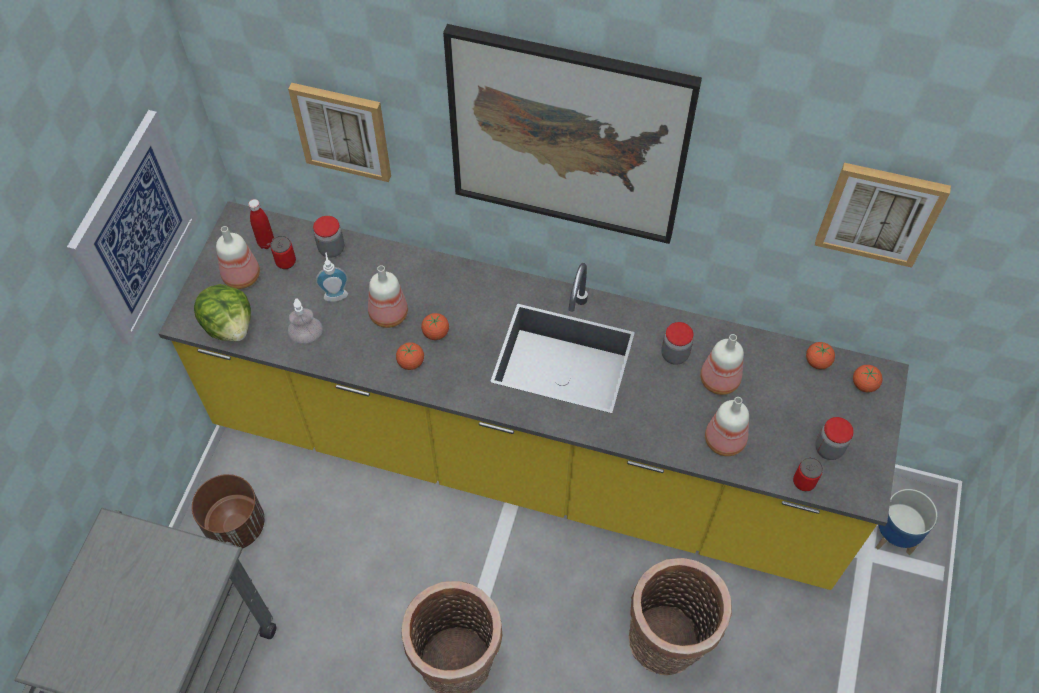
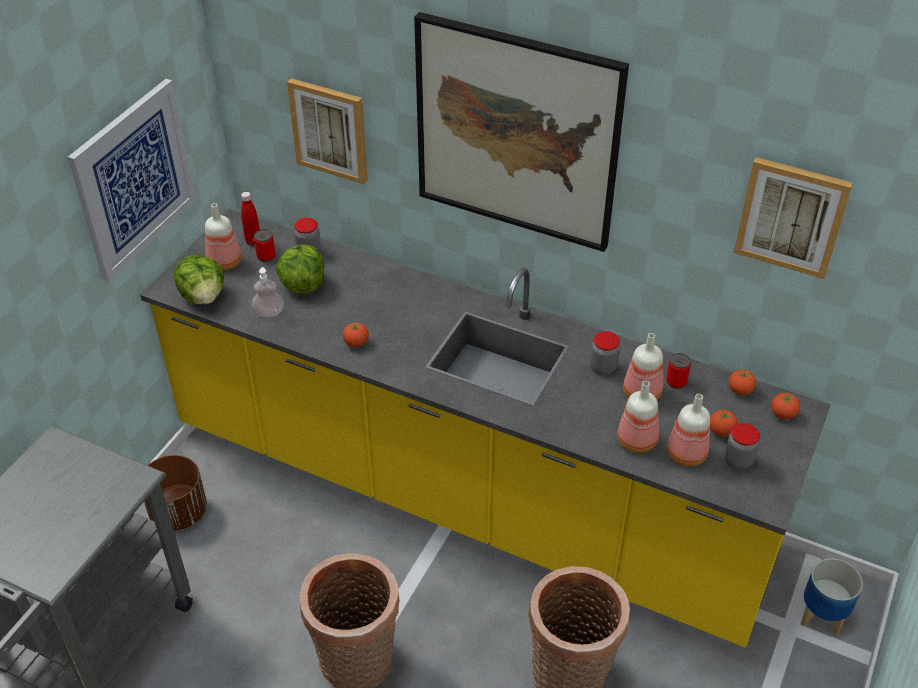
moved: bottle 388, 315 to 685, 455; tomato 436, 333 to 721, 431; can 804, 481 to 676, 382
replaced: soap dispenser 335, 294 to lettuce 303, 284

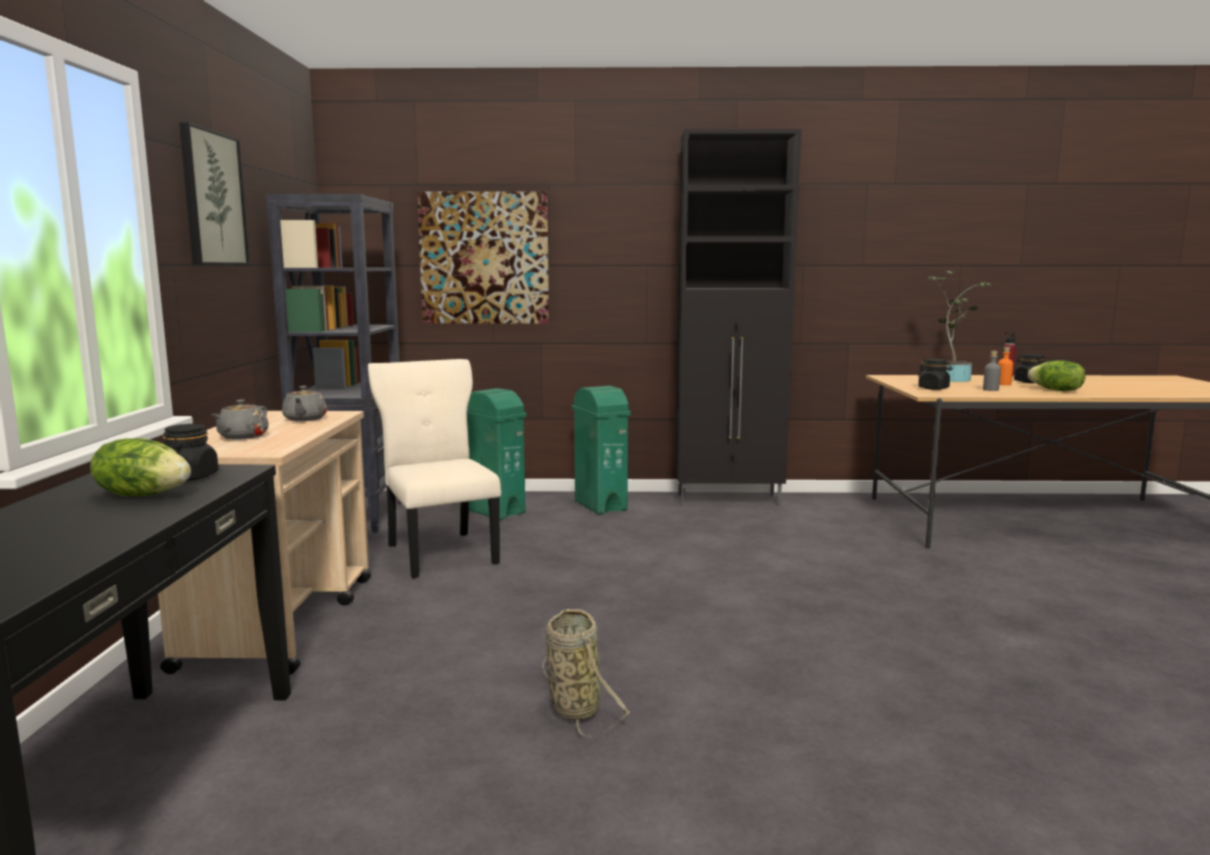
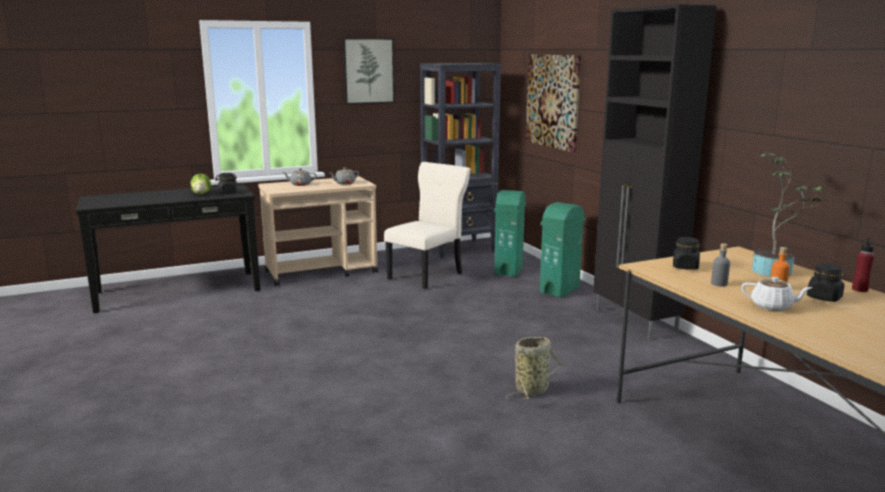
moved: basket 573, 706 to 533, 389
replaced: lettuce 1056, 390 to white teapot 772, 306

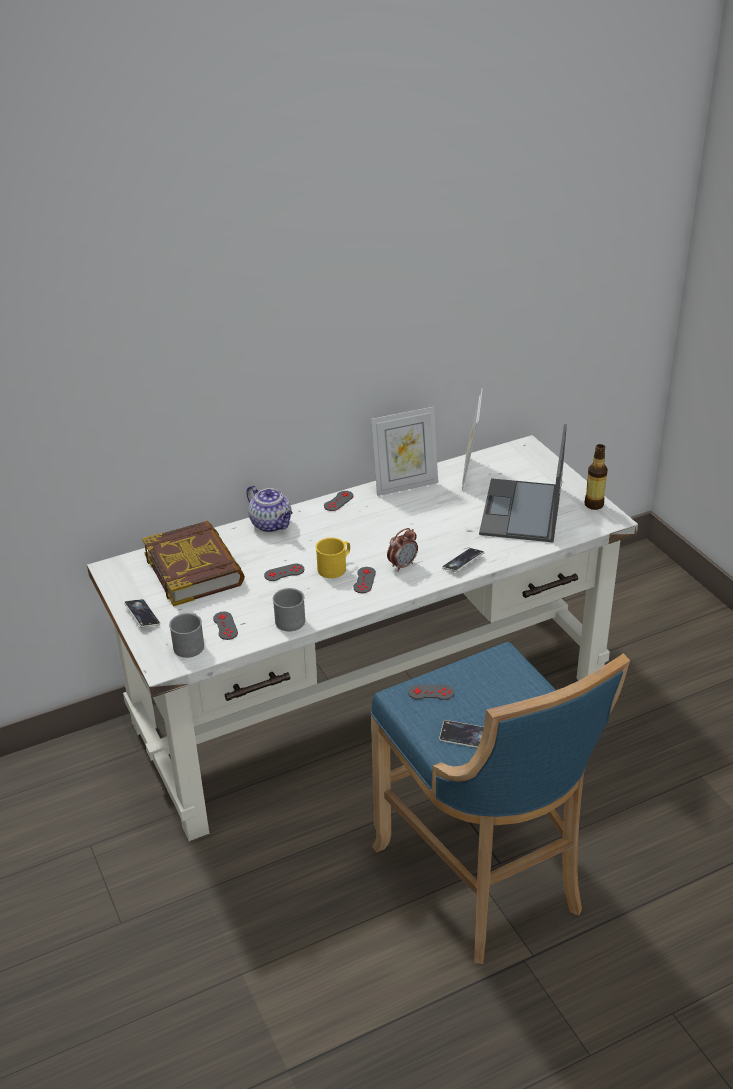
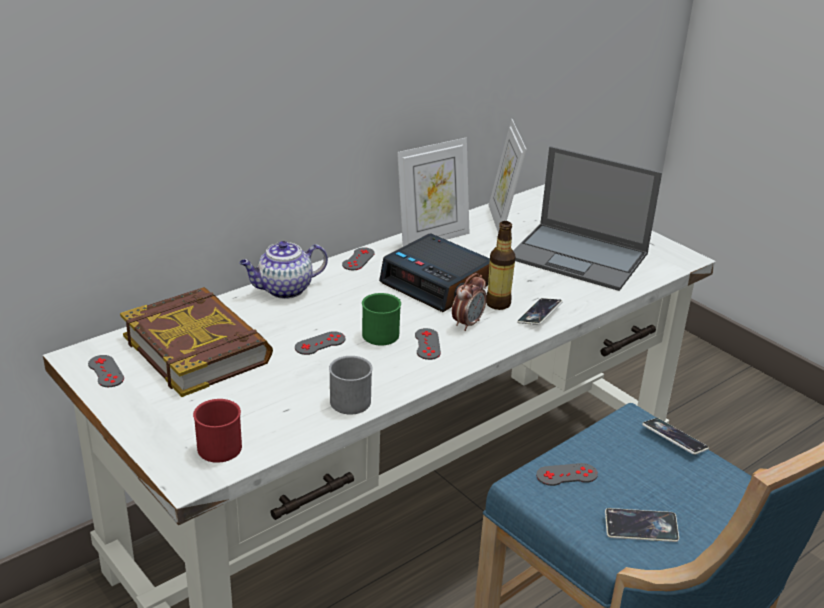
added: alarm clock 439, 283
moved: bottle 594, 504 to 498, 303; phone 142, 615 to 674, 439; grey game controller 225, 626 to 106, 371
recoloured: yellow mug 335, 567 to green mug 384, 332; grey mug 190, 644 to red mug 220, 443
turned: laptop 521, 511 = 580, 257 60 degrees counterclockwise; teapot 272, 524 = 284, 290 120 degrees clockwise

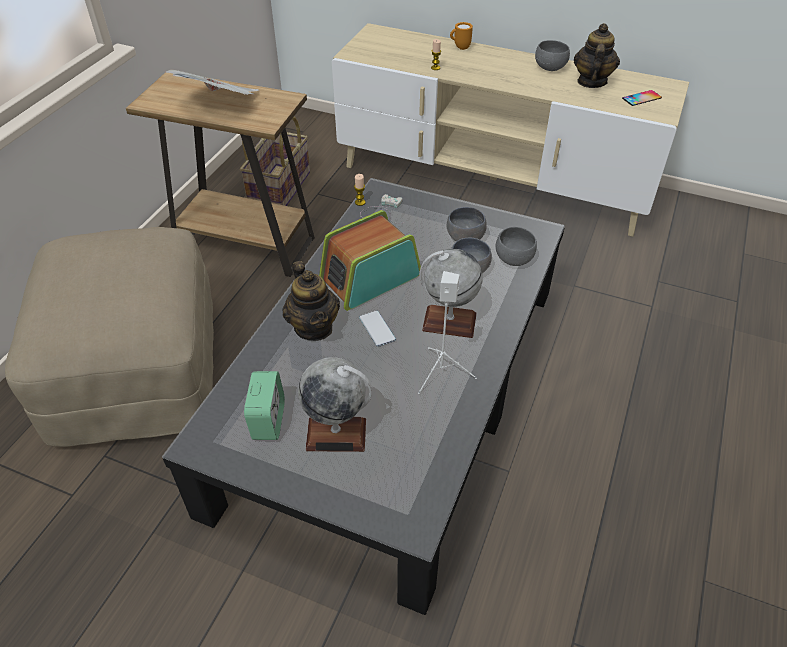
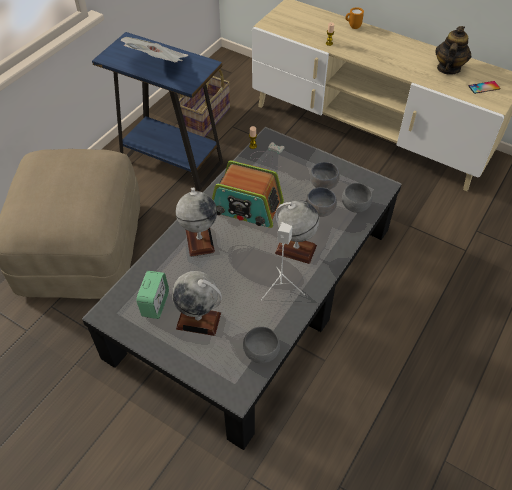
removed: phone 377, 328
moved: grey bowl 551, 68 to 262, 352
replaced: teapot 314, 327 to globe 199, 240
recoloured: brown side table 245, 244 to blue side table 171, 161
turned: radio 369, 278 = 246, 208 135 degrees counterclockwise

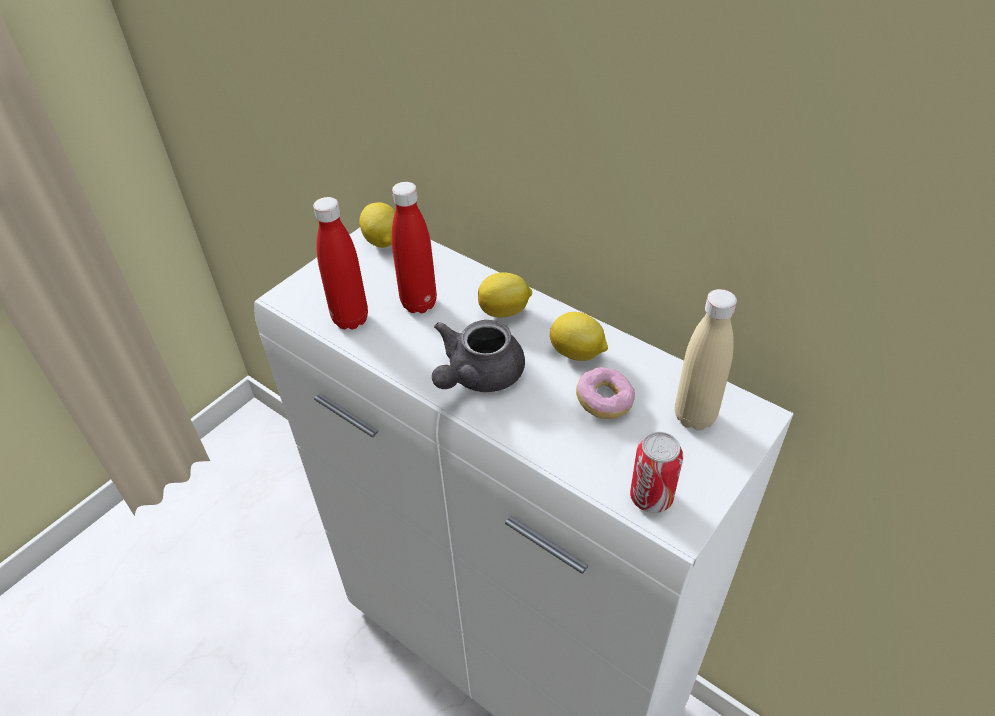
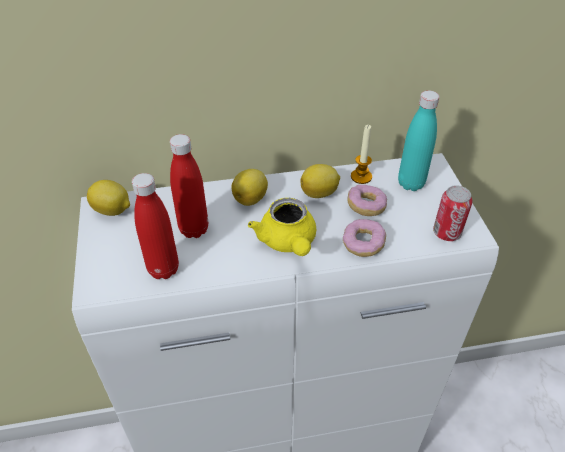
added: candle 361, 177; donut 363, 244
recoloured: beige bottle 694, 416 to turquoise bottle 411, 183; grey teapot 477, 376 to yellow teapot 288, 242

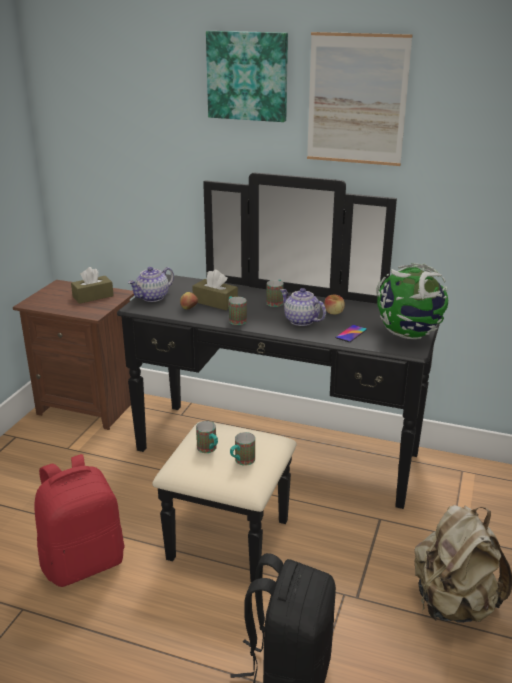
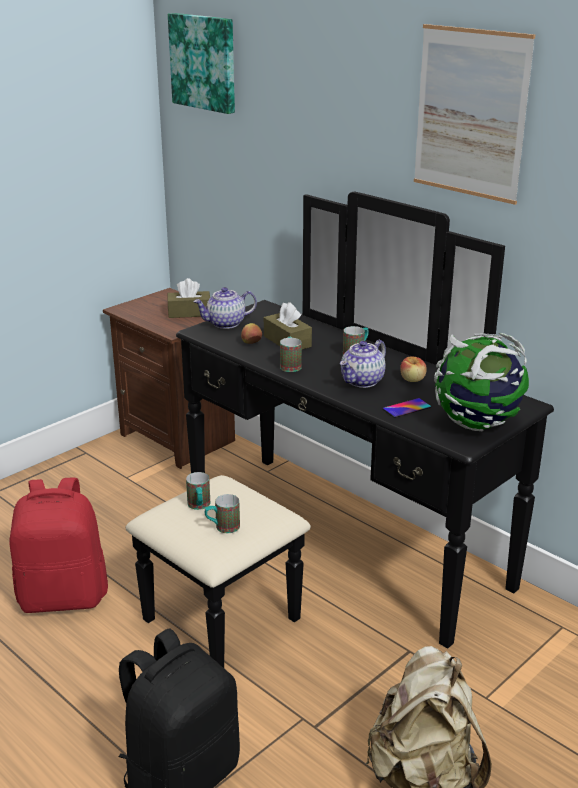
moved: picture 248, 76 to 204, 62
turned: teapot 301, 321 = 362, 381 120 degrees counterclockwise

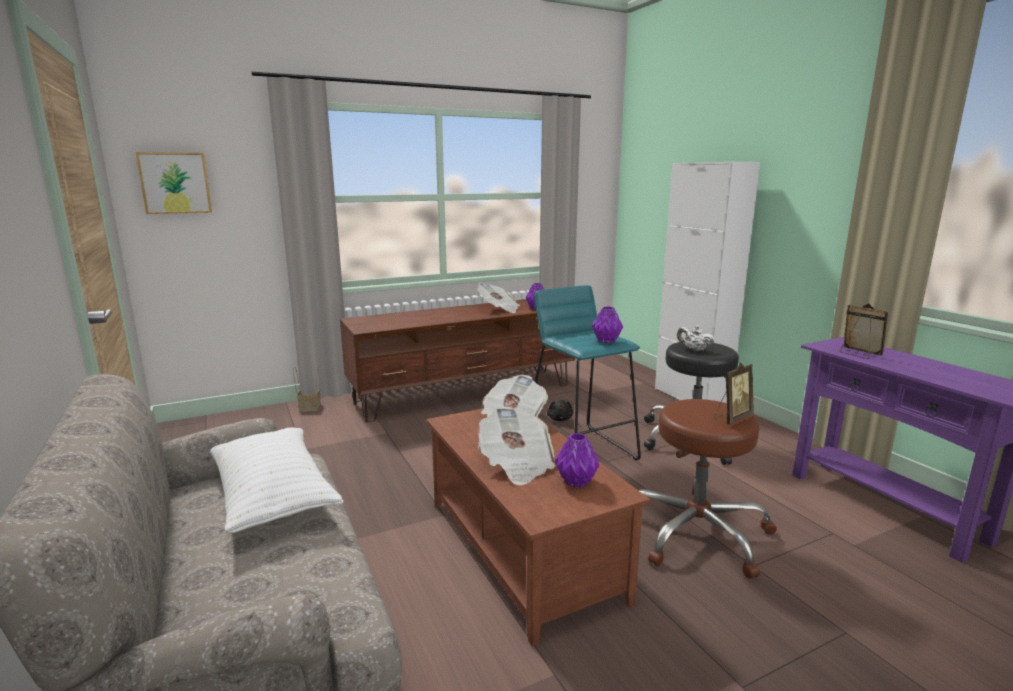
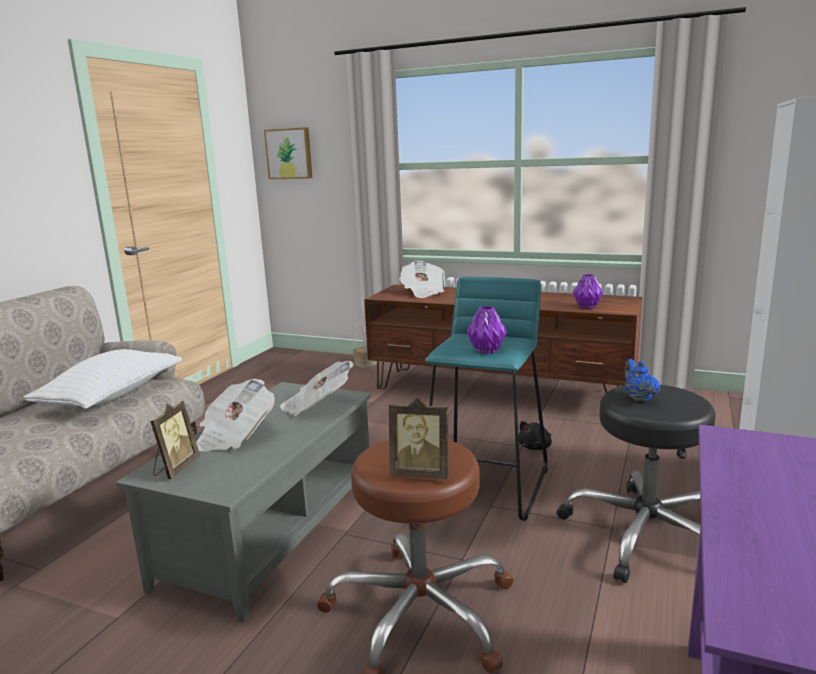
removed: purple vase 575, 482
moved: newspaper 499, 309 to 423, 292; picture frame 858, 354 to 175, 469
recoloured: white teapot 694, 350 to blue teapot 638, 398; brown coffee table 519, 549 to grey coffee table 271, 530

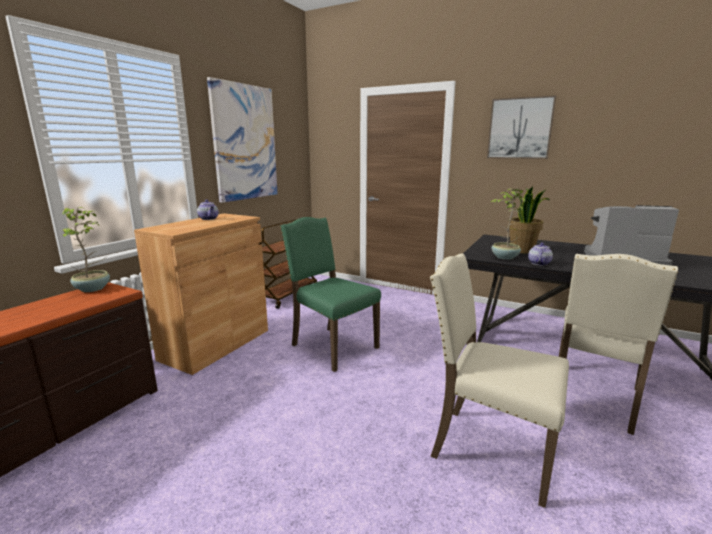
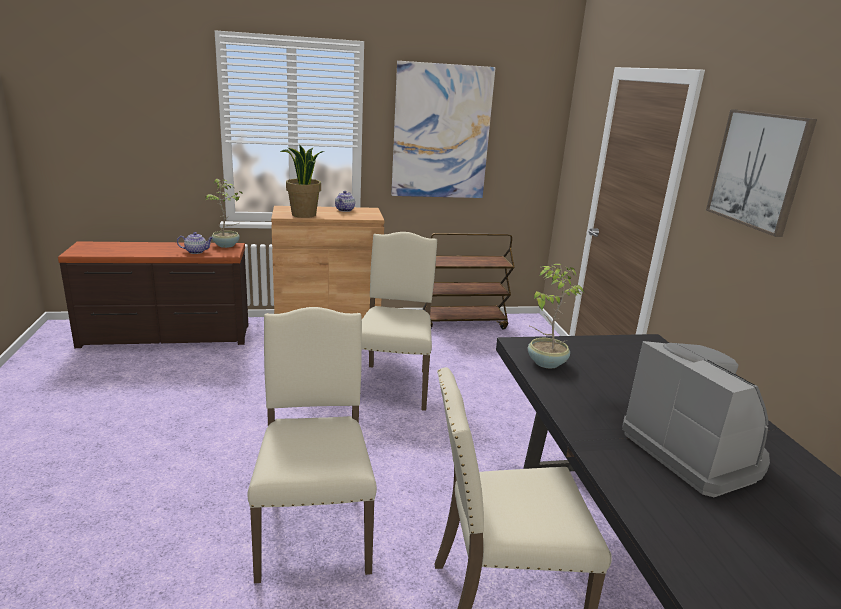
moved: potted plant 522, 250 to 304, 215; teapot 538, 263 to 196, 252
recoloured: green chair 332, 346 to beige chair 393, 384

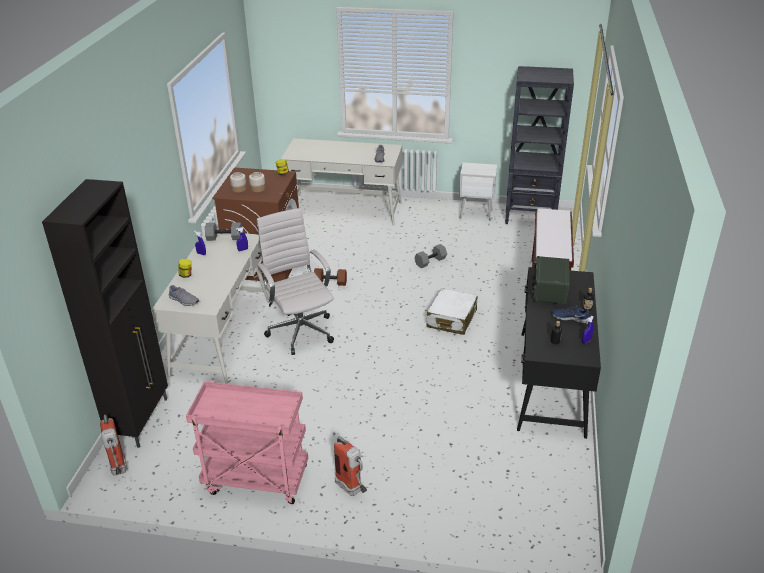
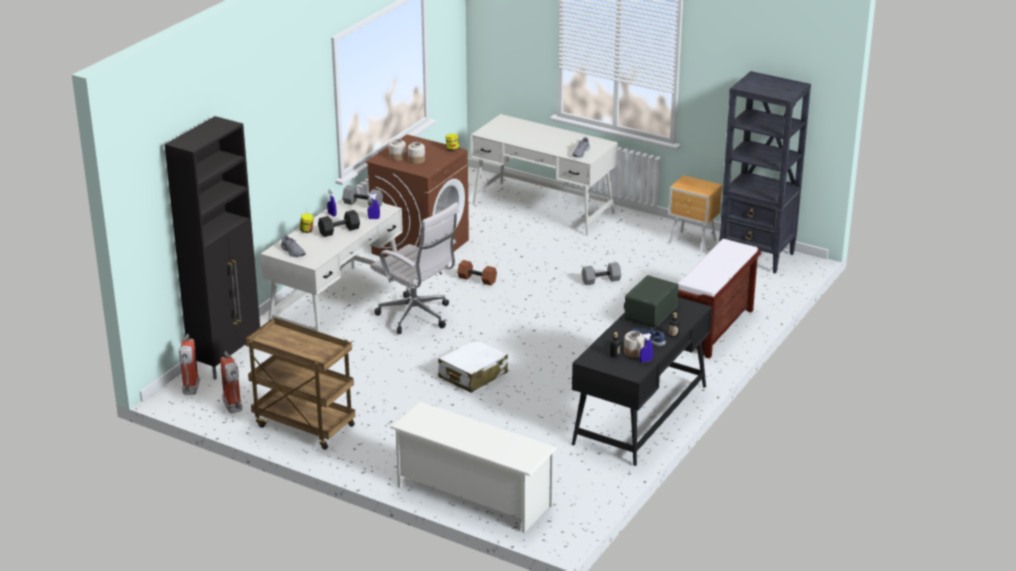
added: black dumbbell 339, 231; jar 633, 352; white shoe rack 473, 496
moved: white suitcase 451, 319 to 472, 375; fire extinguisher 352, 490 to 234, 409
recoloured: white nightstand 476, 215 to brown nightstand 693, 242; pink cart 255, 480 to brown cart 303, 426
turned: white office chair 300, 330 = 417, 317 135 degrees clockwise

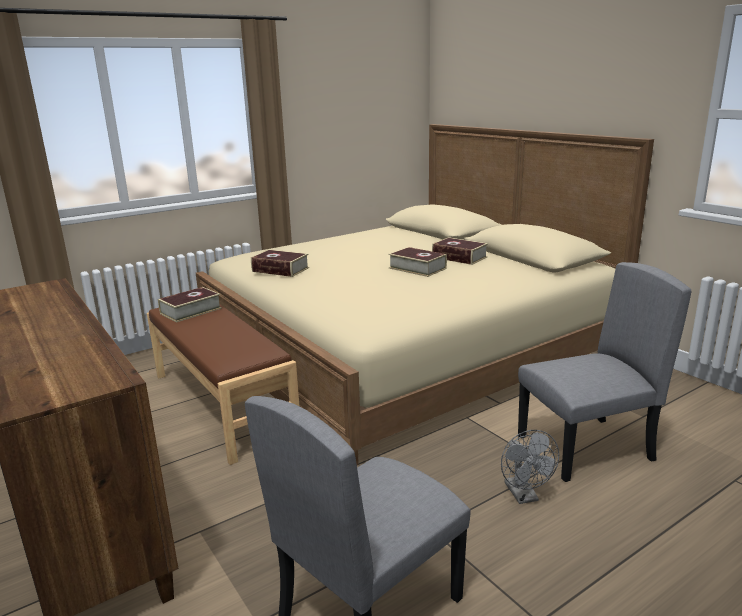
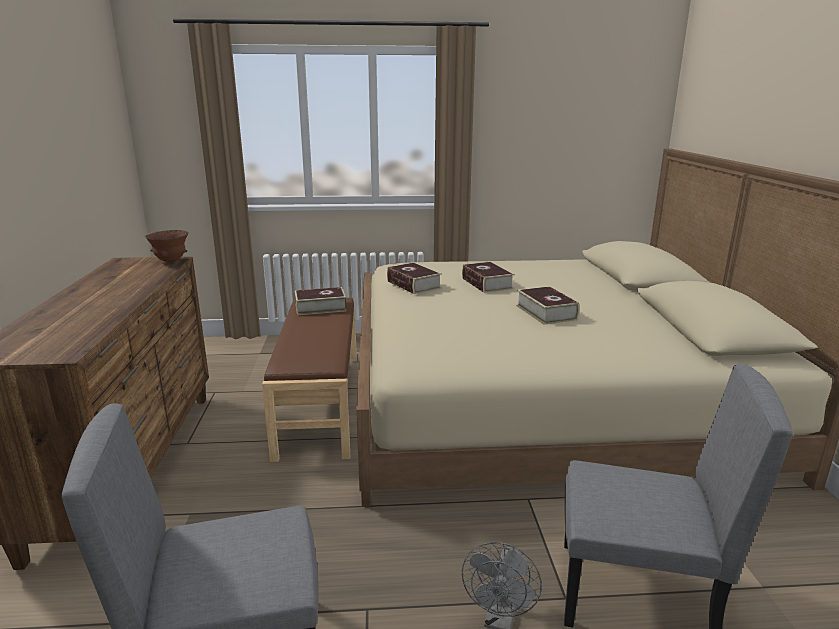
added: brown bowl 170, 261
moved: book 459, 257 to 487, 283

